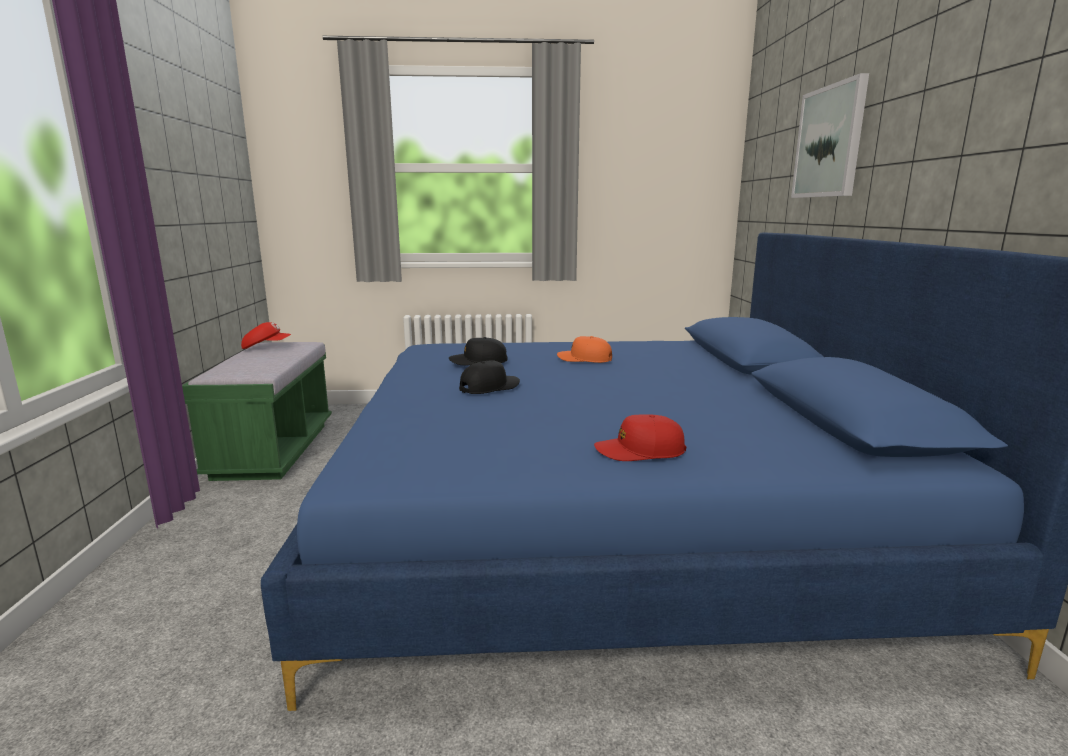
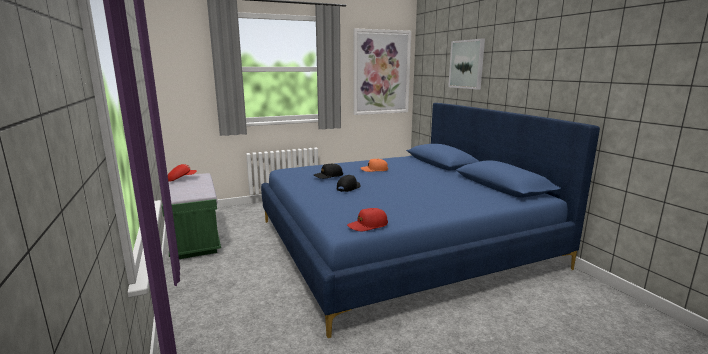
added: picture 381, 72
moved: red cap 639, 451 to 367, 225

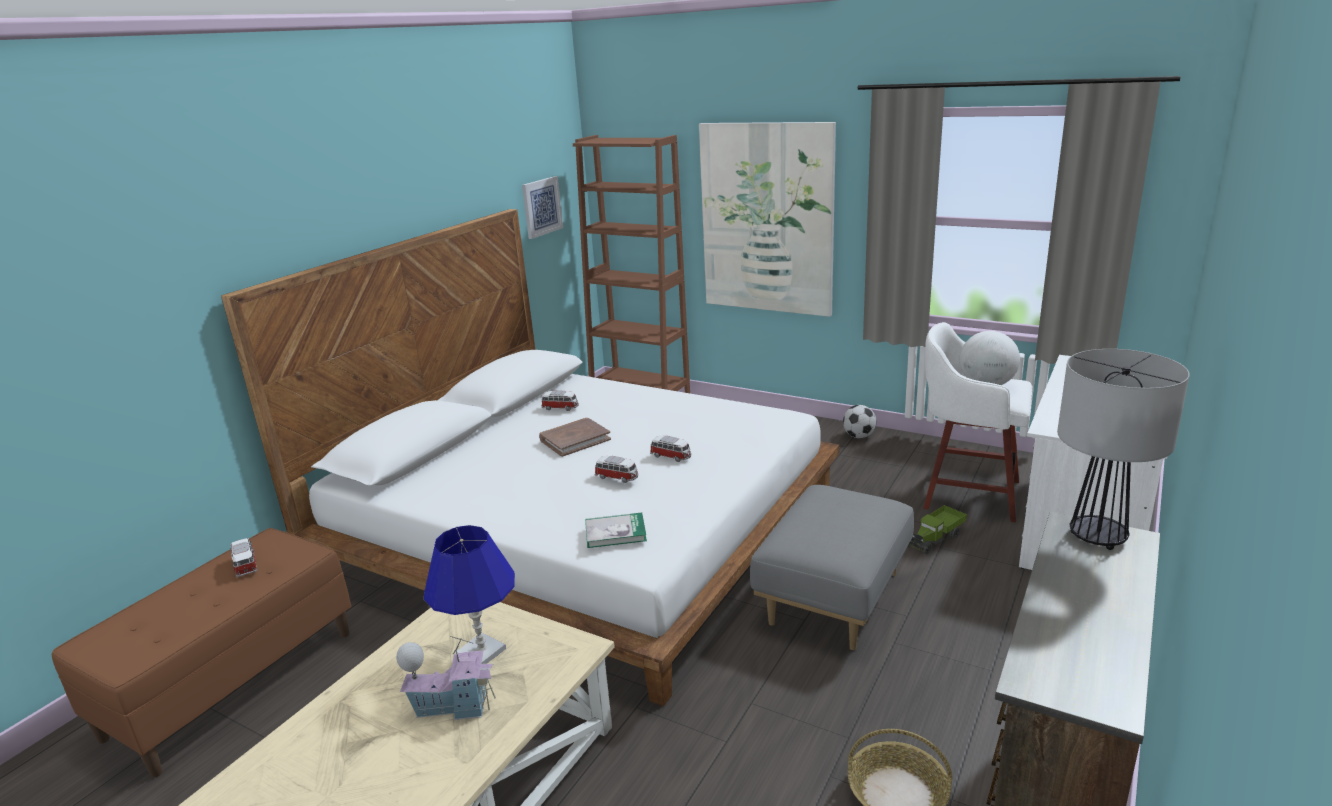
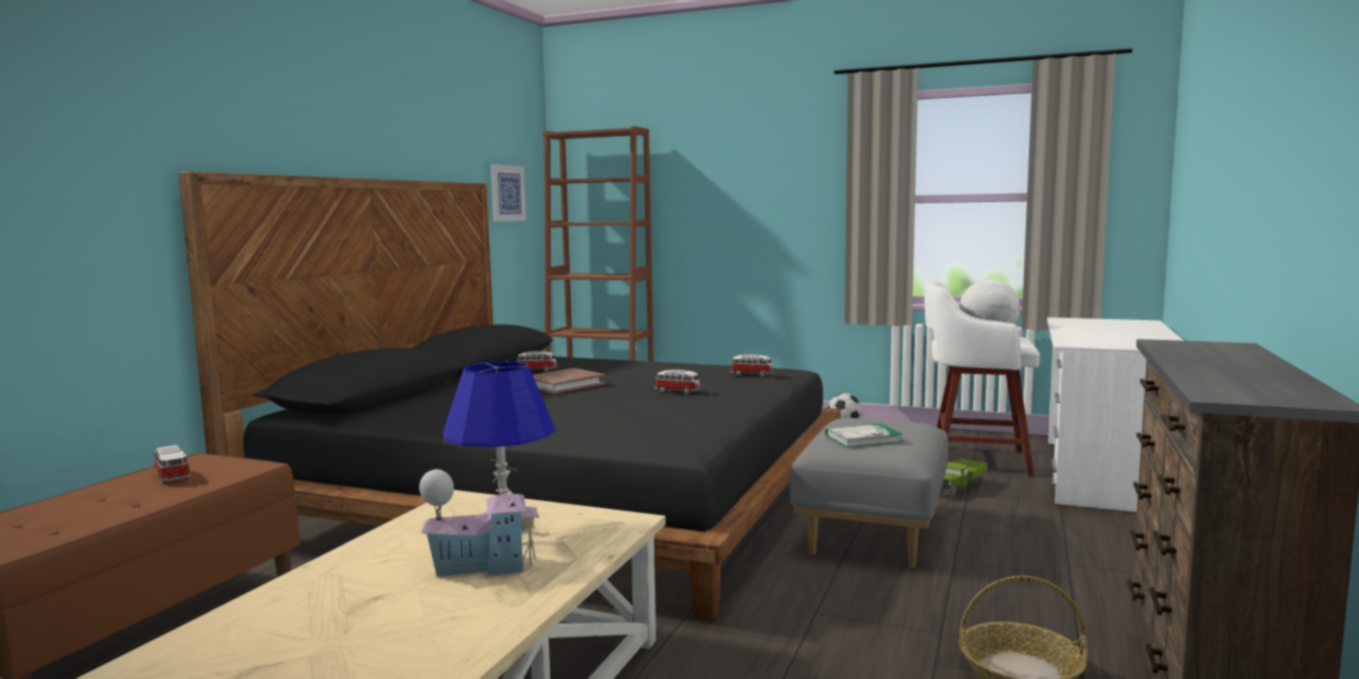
removed: picture 767, 219; table lamp 1096, 537
moved: toy car 617, 477 to 752, 375; book 615, 532 to 863, 438
recoloured: white bed 583, 529 to black bed 567, 496

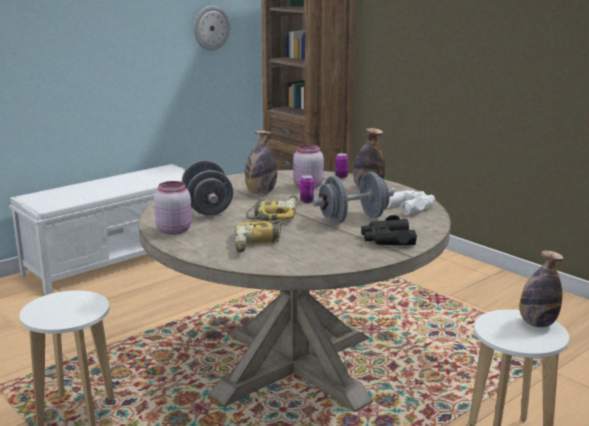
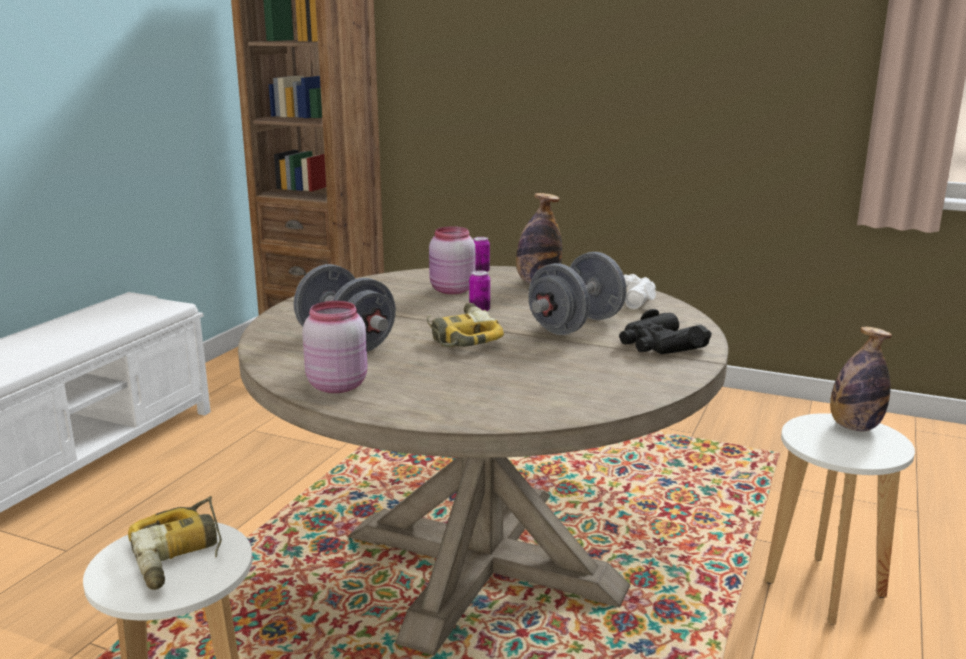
removed: wall clock 211, 28; bottle 260, 192
moved: power drill 259, 243 to 181, 554

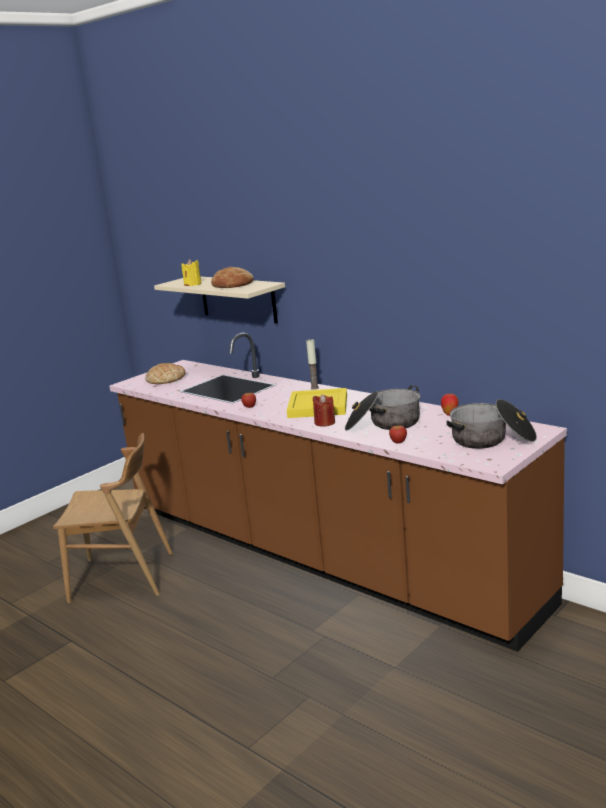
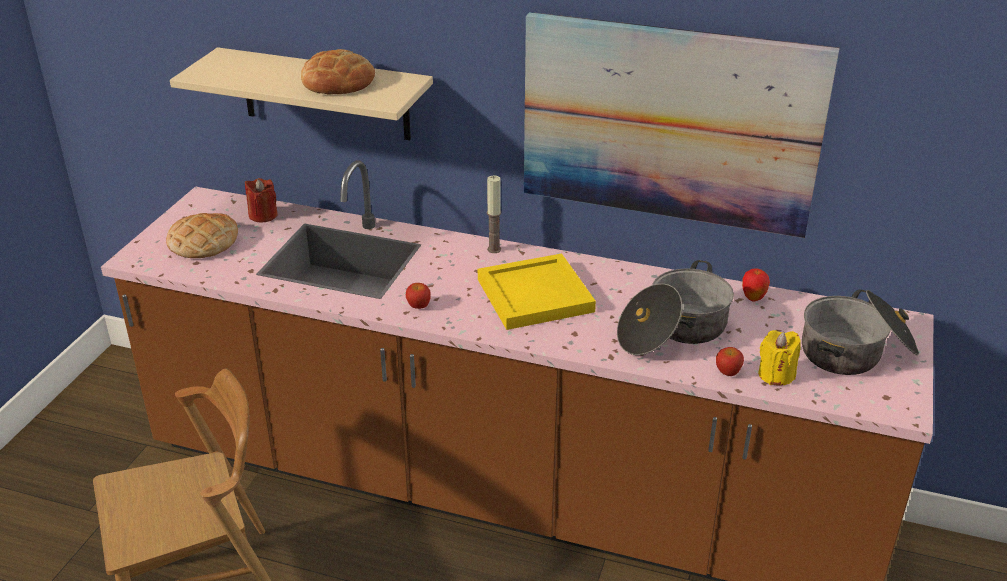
added: picture 669, 123
moved: yellow candle 192, 284 to 776, 375; red candle 324, 422 to 263, 215

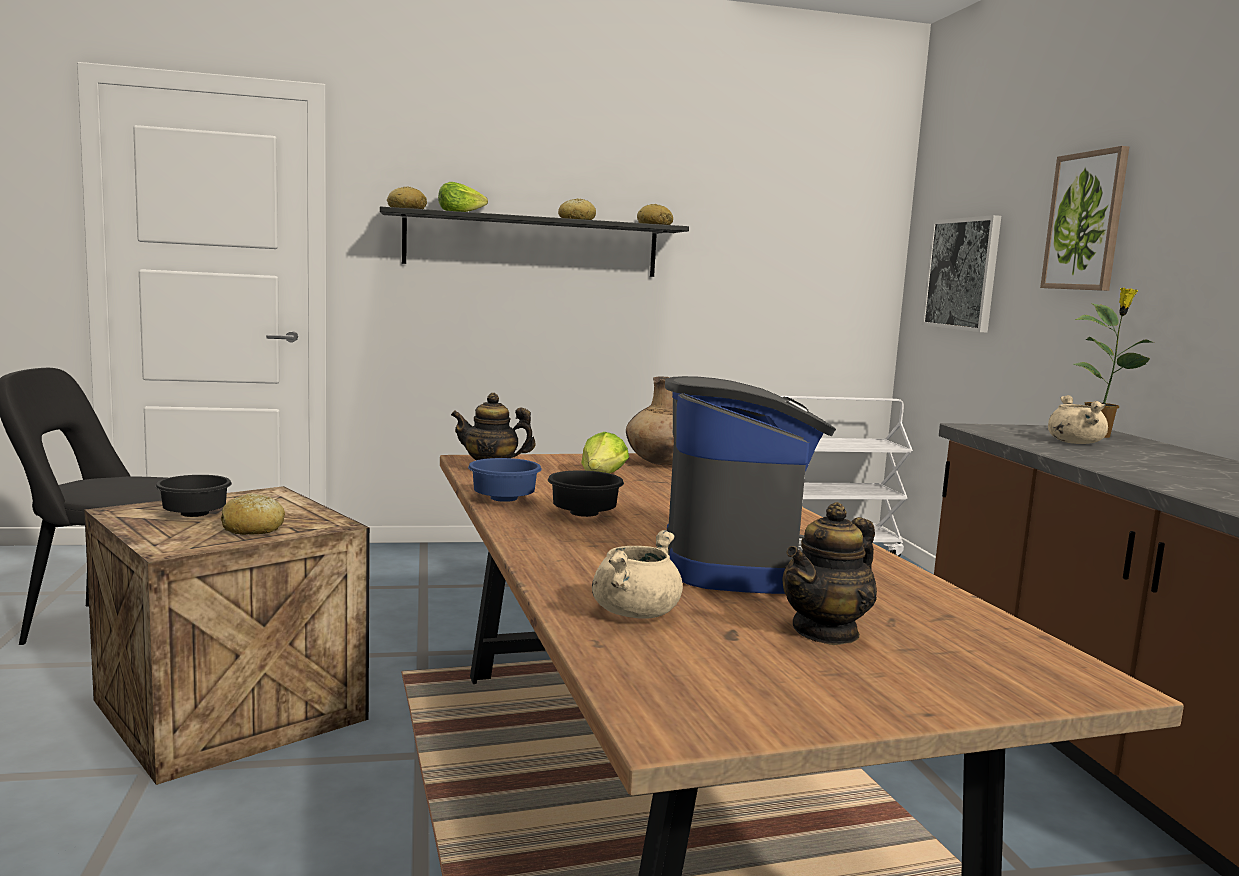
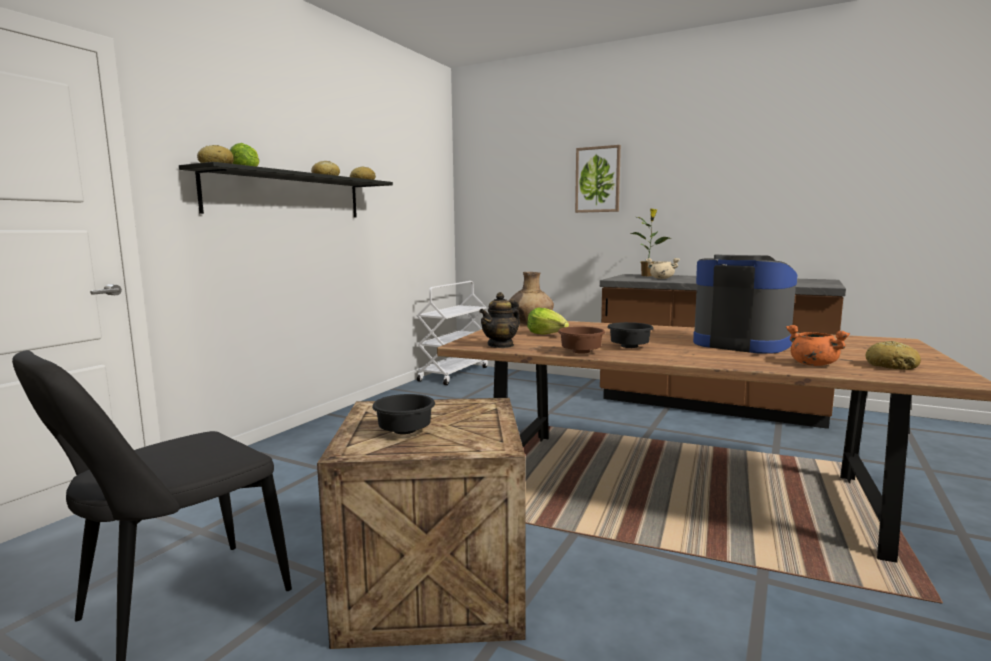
removed: picture 962, 274; teapot 826, 631
moved: bread 253, 529 to 891, 366
recoloured: blue bowl 506, 499 to brown bowl 581, 352; beige cooking pot 635, 612 to orange cooking pot 812, 364

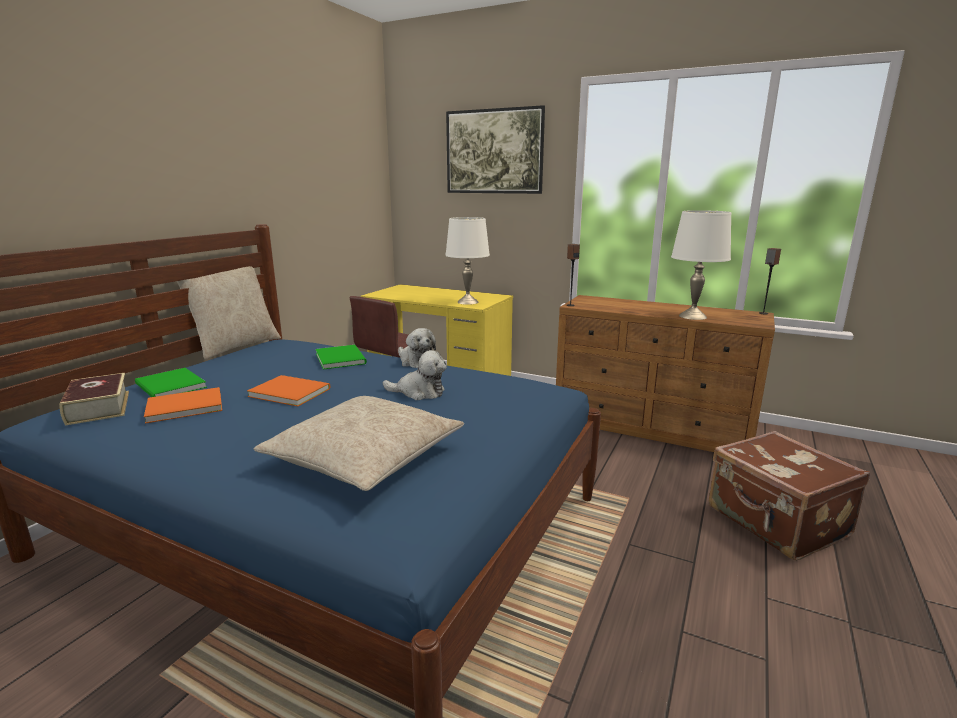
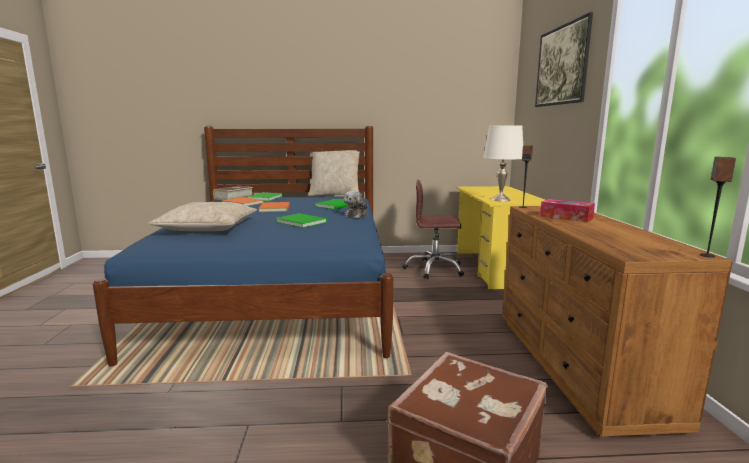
removed: white table lamp 692, 316
added: tissue box 566, 217
replaced: plush toy 419, 392 to green book 301, 221

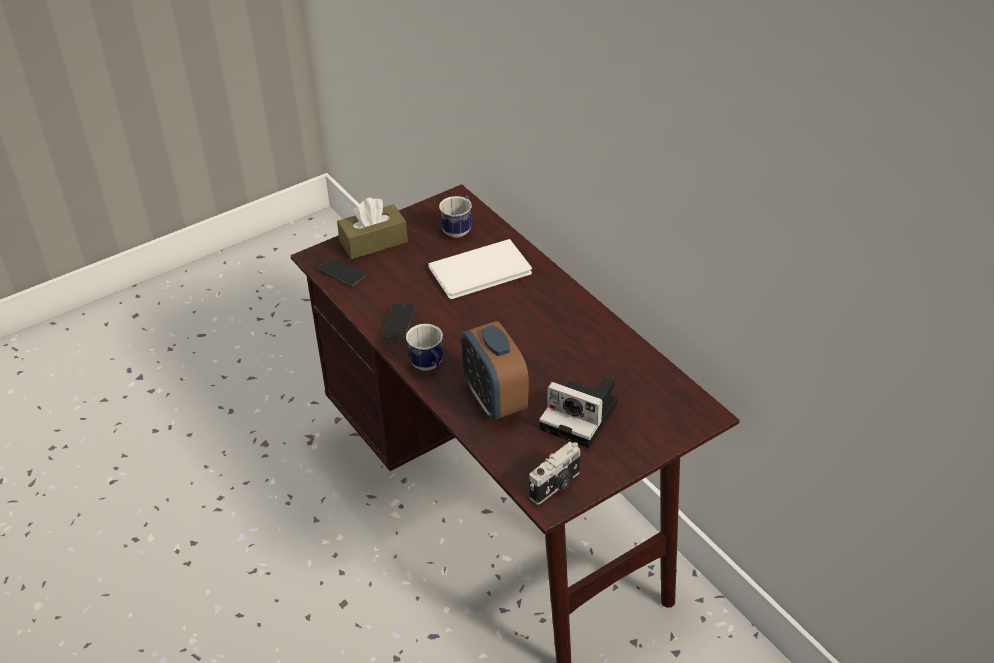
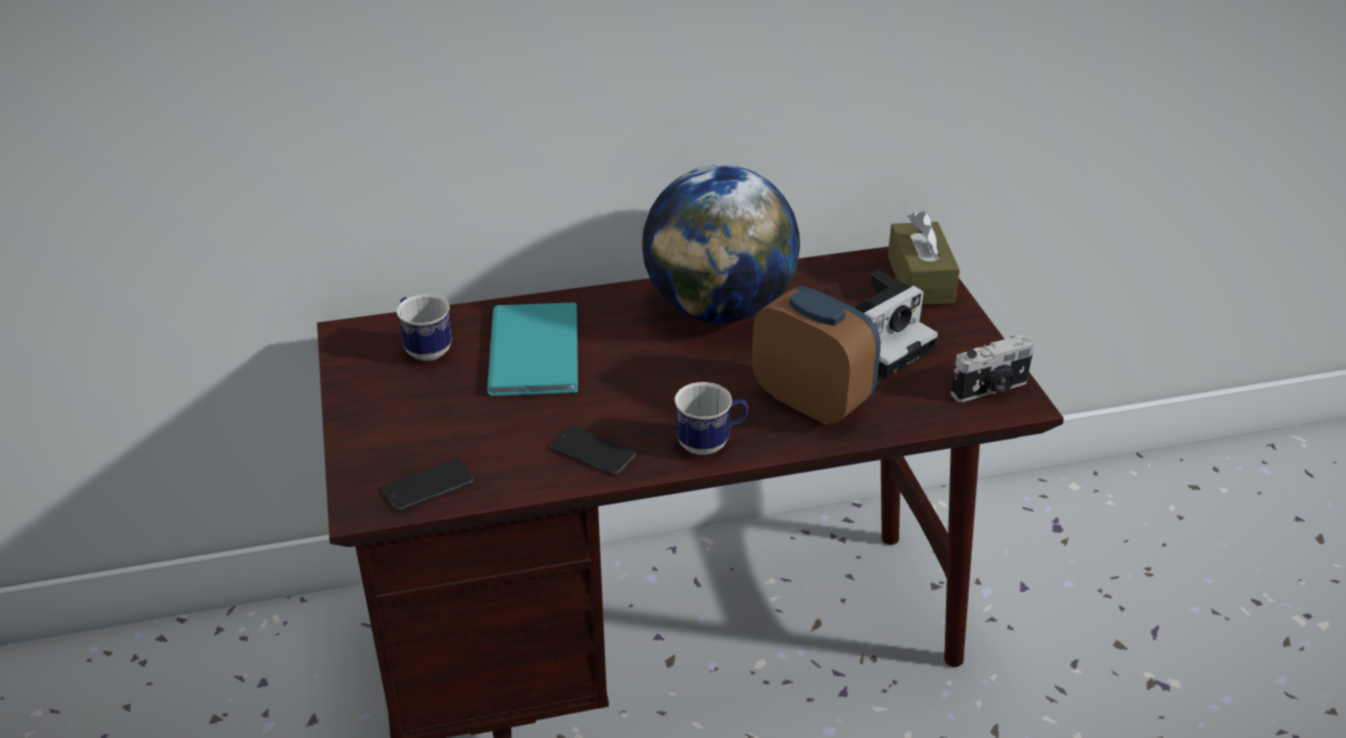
added: globe 719, 309
moved: brown tissue box 373, 242 to 920, 279
recoloured: white book 483, 271 to turquoise book 538, 349
turned: alarm clock 494, 400 = 811, 401 135 degrees counterclockwise; photo camera 556, 486 = 990, 389 90 degrees clockwise

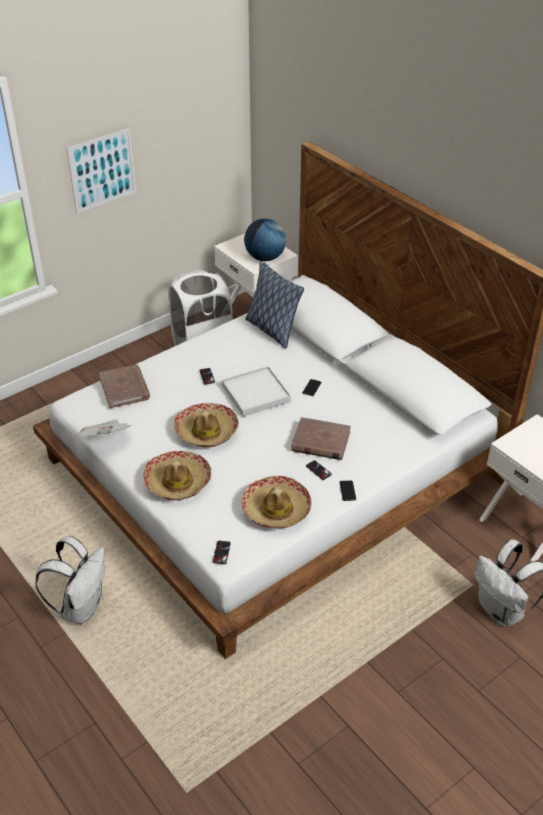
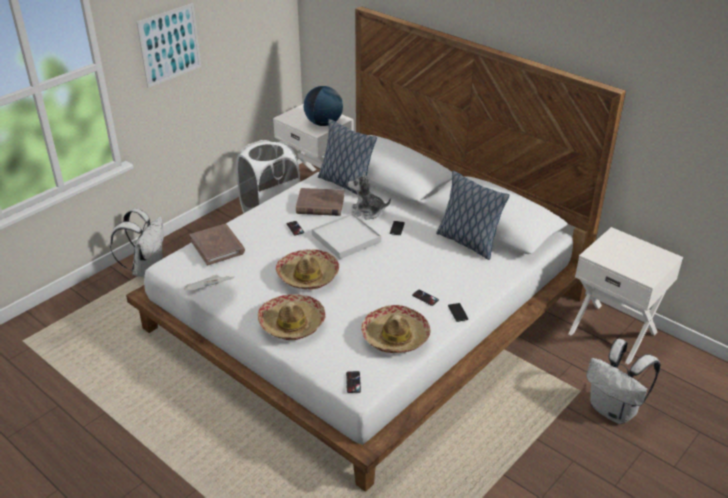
added: plush toy 367, 212; pillow 467, 242
moved: brown book 320, 441 to 320, 205; white backpack 81, 607 to 147, 269

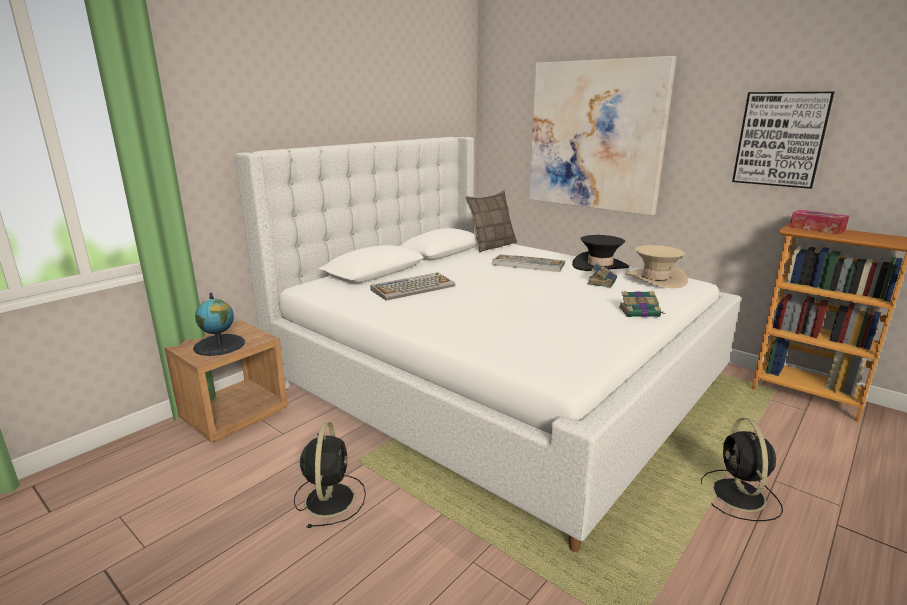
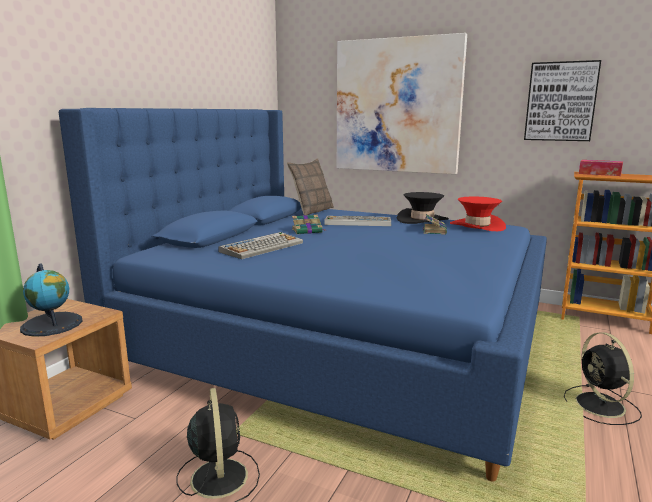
moved: book 640, 312 to 307, 231
recoloured: white bed 494, 383 to blue bed 339, 340; beige hat 655, 279 to red hat 477, 226

